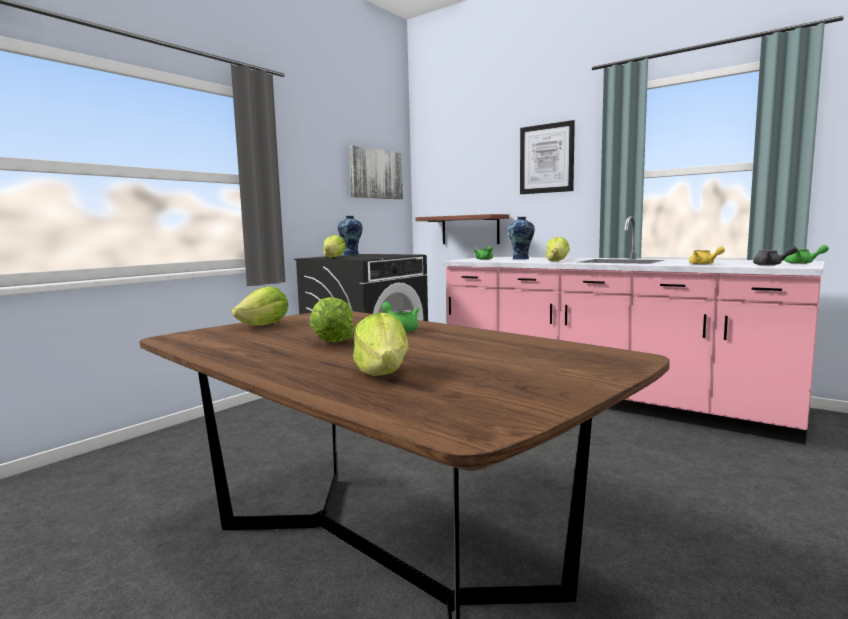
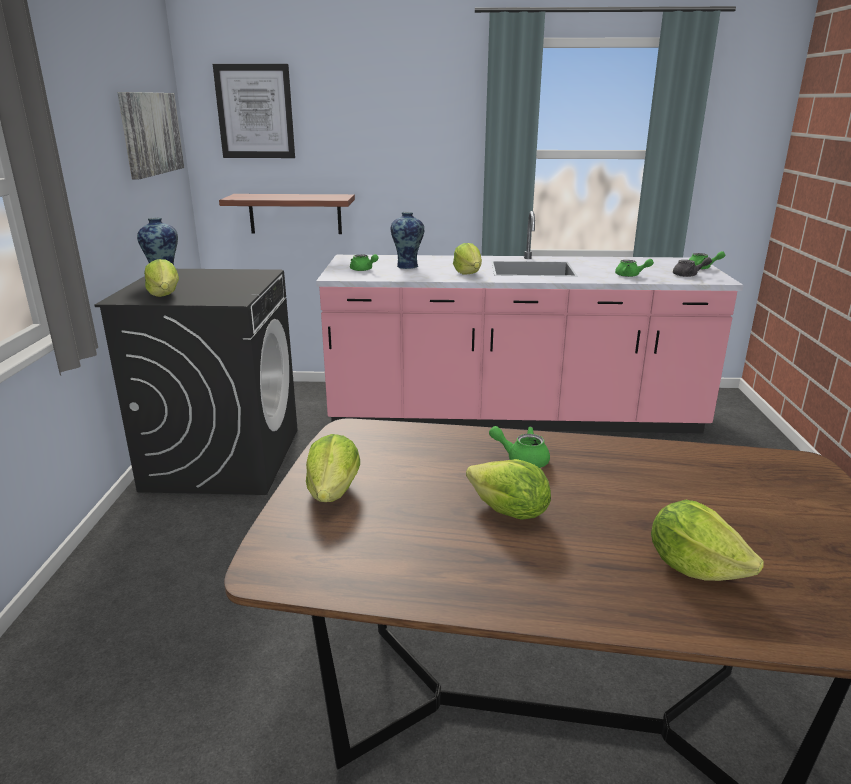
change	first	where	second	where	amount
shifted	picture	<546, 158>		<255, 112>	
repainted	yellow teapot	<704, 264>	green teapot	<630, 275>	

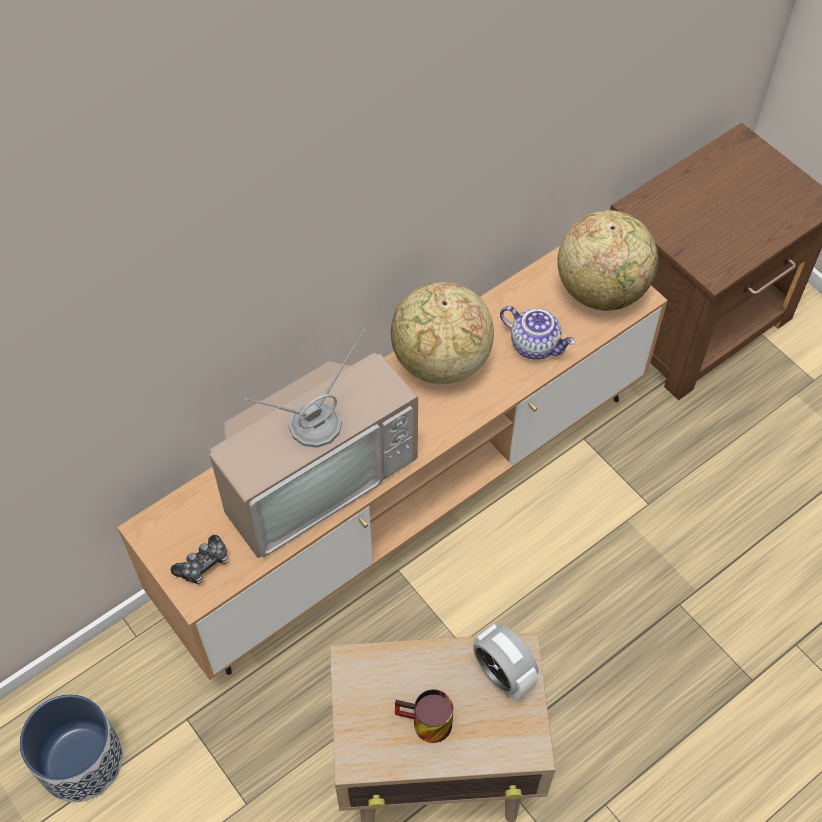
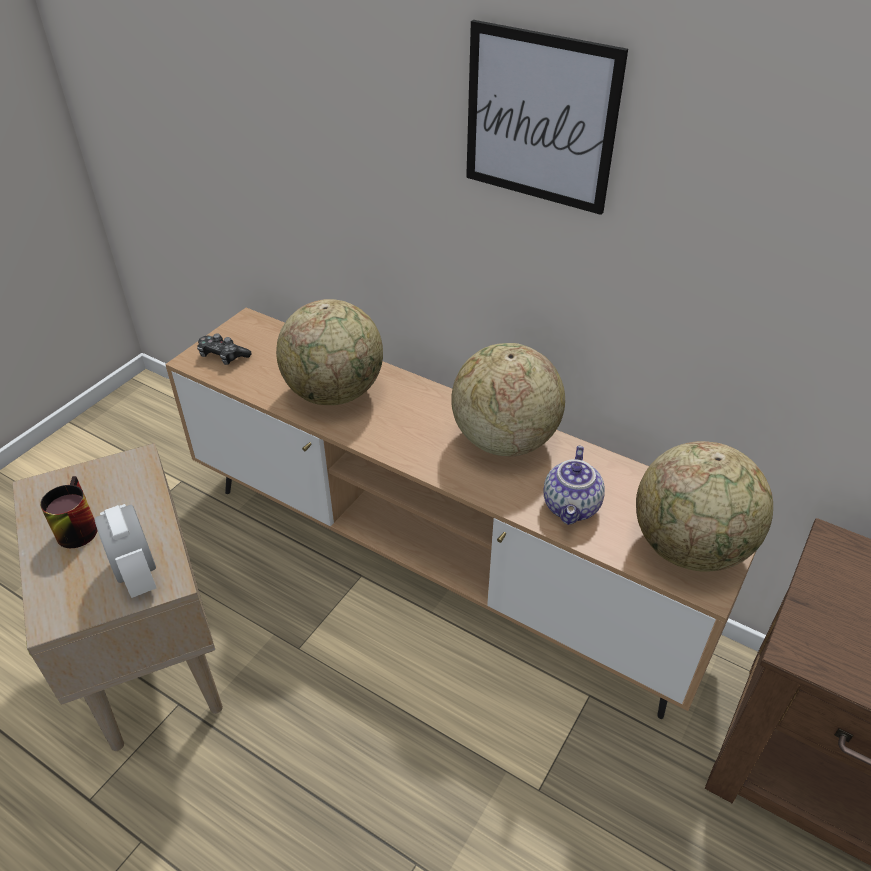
change	first	where	second	where	amount
swapped	television	<316, 474>	globe	<335, 393>	
rotated	alarm clock	<502, 675>		<138, 574>	60 degrees counterclockwise
gone	planter	<80, 760>			
new			picture	<540, 118>	

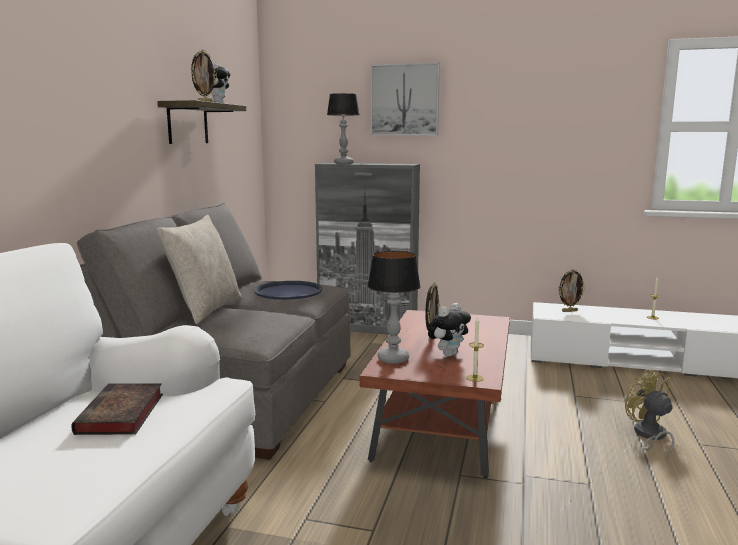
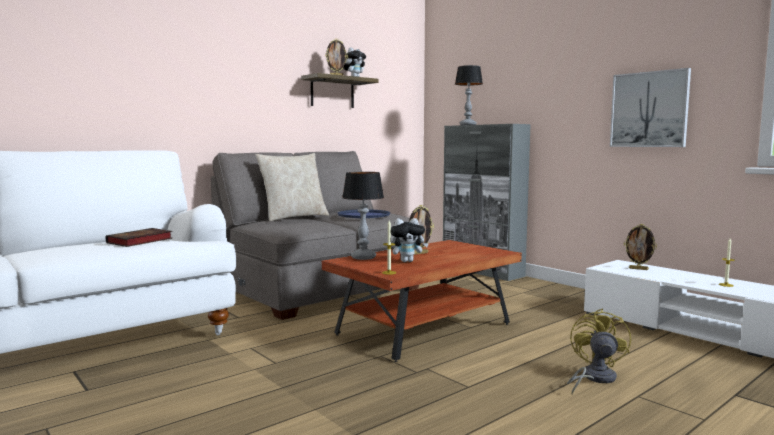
change	first	where	second	where	amount
shifted	picture	<404, 100>		<649, 109>	

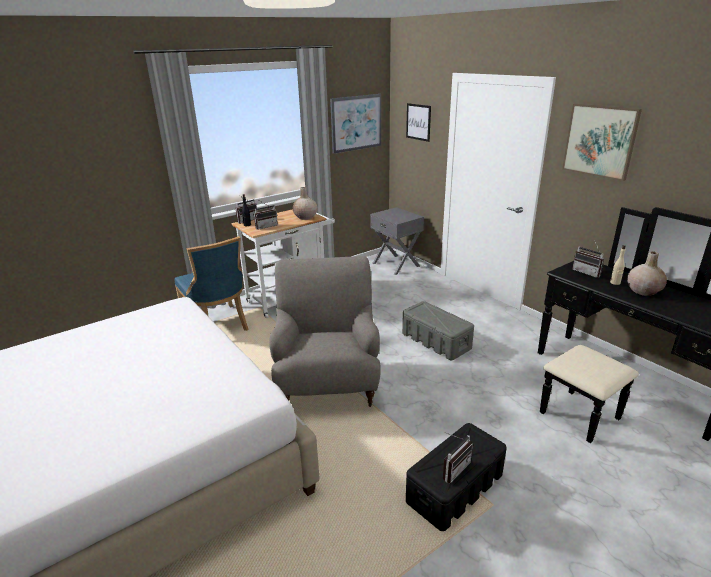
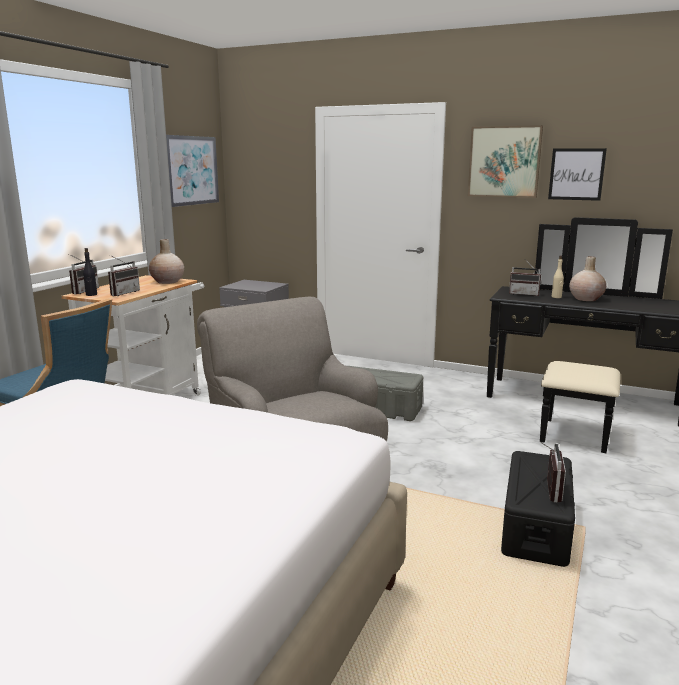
change	first	where	second	where	amount
shifted	picture	<418, 122>		<576, 174>	

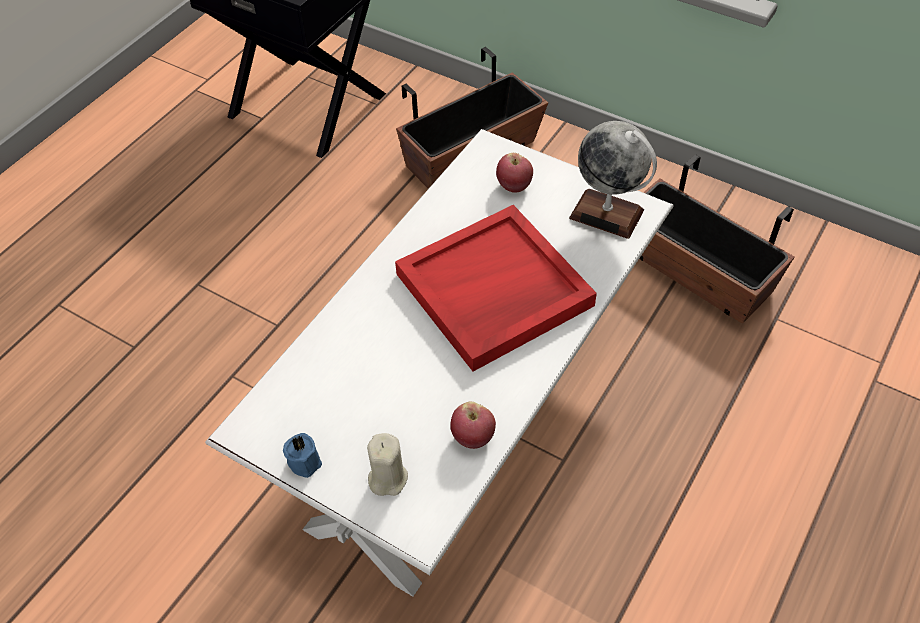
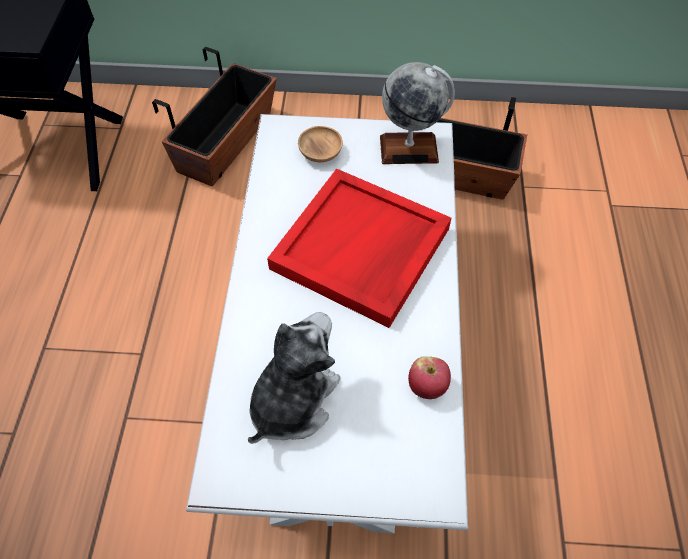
change	first	where	second	where	amount
swapped	apple	<514, 186>	brown bowl	<320, 153>	
gone	blue candle	<305, 461>			
gone	beige candle	<387, 478>			
new			plush toy	<292, 400>	

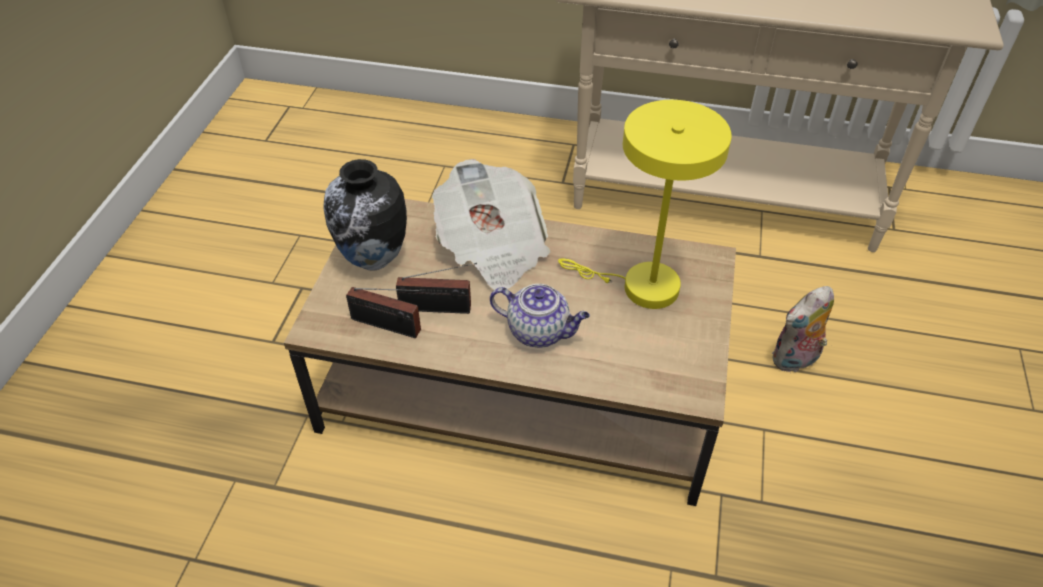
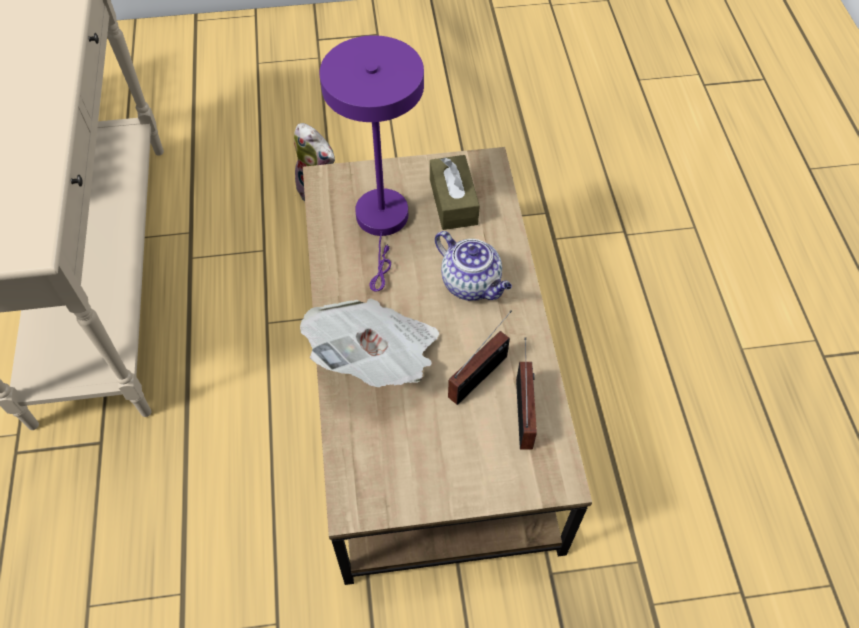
change	first	where	second	where	amount
repainted	yellow table lamp	<640, 286>	purple table lamp	<383, 223>	
gone	vase	<374, 260>			
rotated	radio	<439, 308>		<481, 375>	60 degrees clockwise
rotated	teapot	<539, 331>		<472, 283>	135 degrees clockwise
new			brown tissue box	<453, 201>	

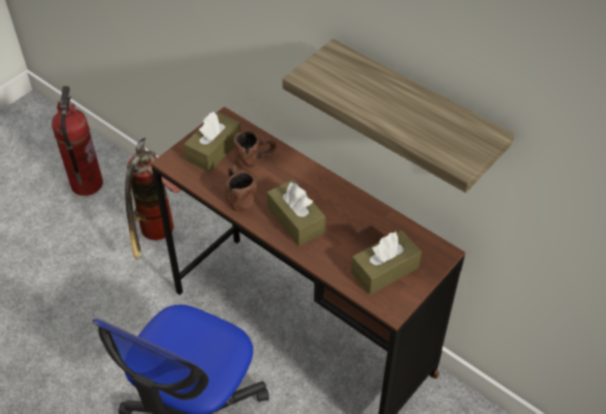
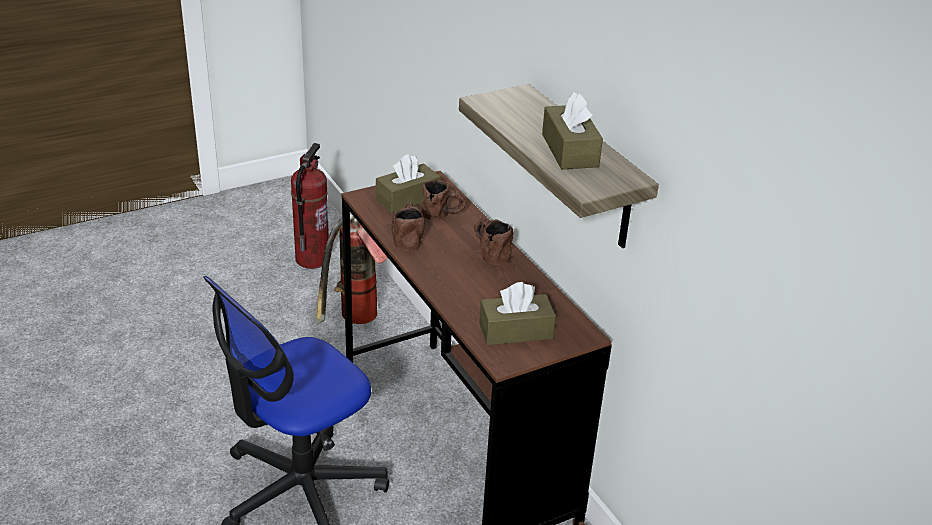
change	first	where	second	where	amount
shifted	brown tissue box	<296, 220>		<570, 150>	
new			brown mug	<489, 253>	

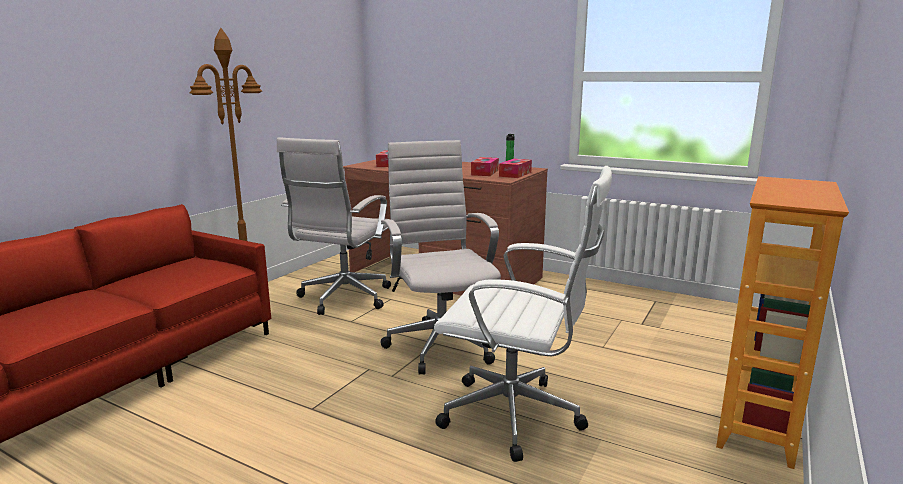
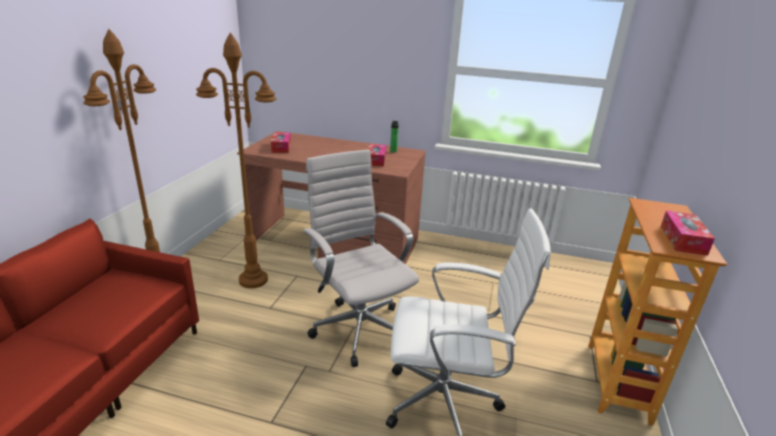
change	first	where	second	where	amount
swapped	white office chair	<343, 299>	brown floor lamp	<253, 280>	
shifted	tissue box	<515, 174>		<682, 240>	

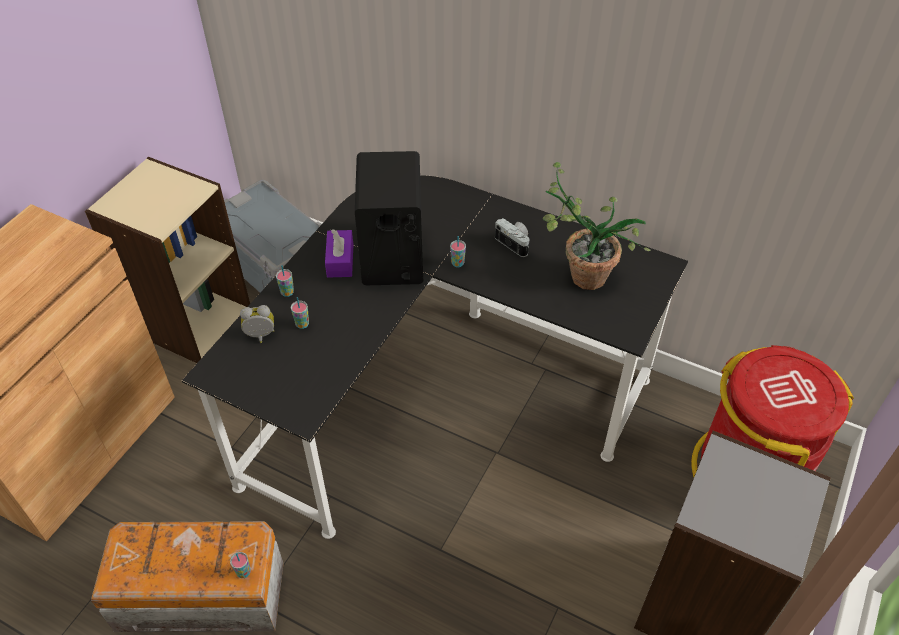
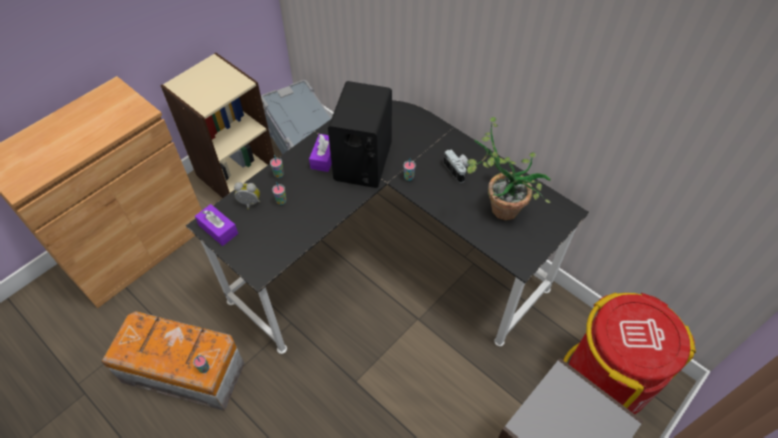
change	first	where	second	where	amount
new			purple tissue box	<218, 229>	

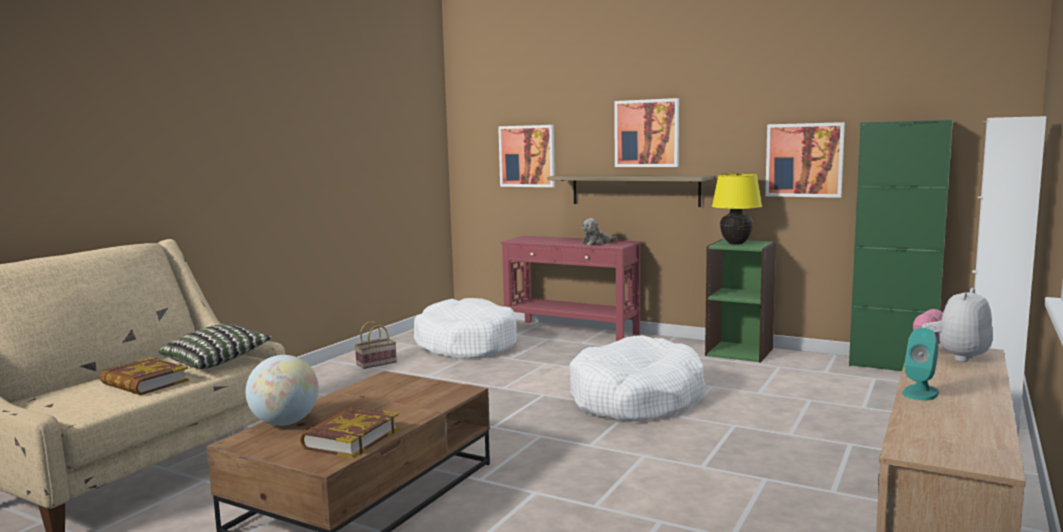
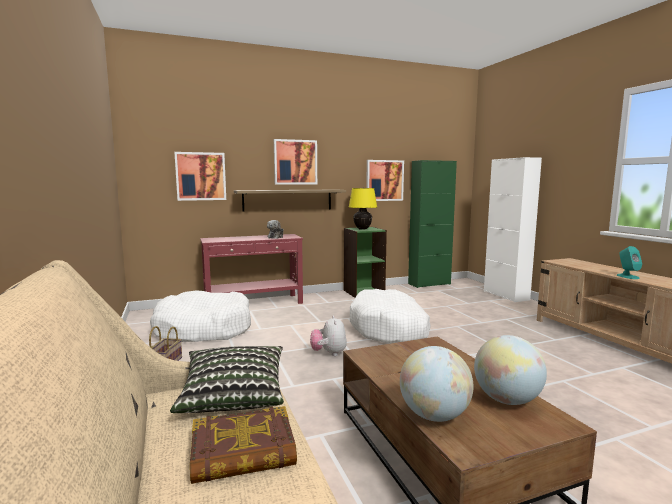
change	first	where	second	where	amount
shifted	plush toy	<952, 357>		<329, 353>	
swapped	book	<351, 438>	globe	<507, 400>	

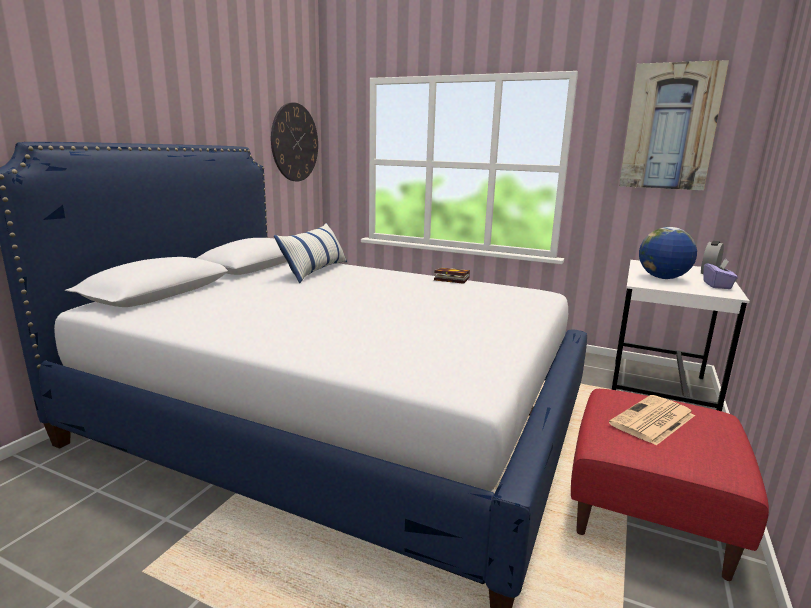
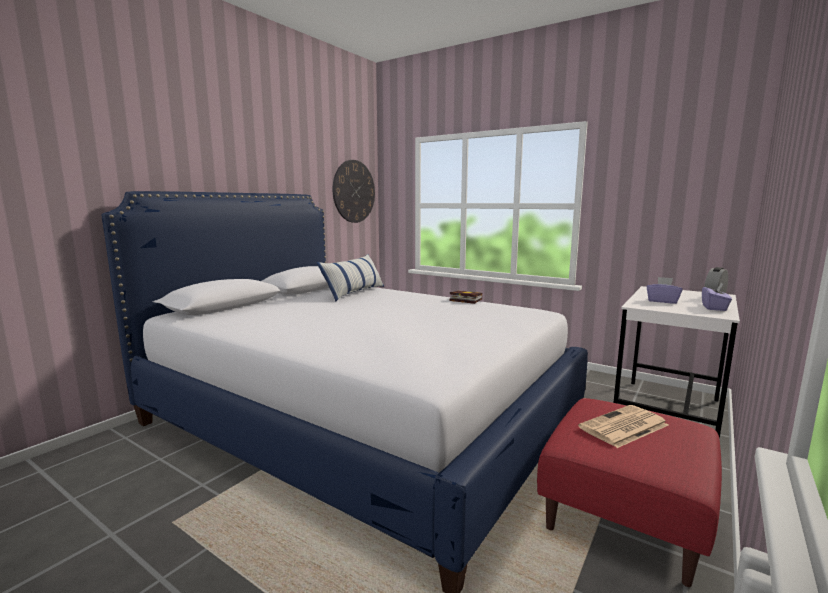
change	first	where	second	where	amount
gone	picture	<670, 127>			
swapped	globe	<663, 278>	purple tissue box	<662, 301>	

